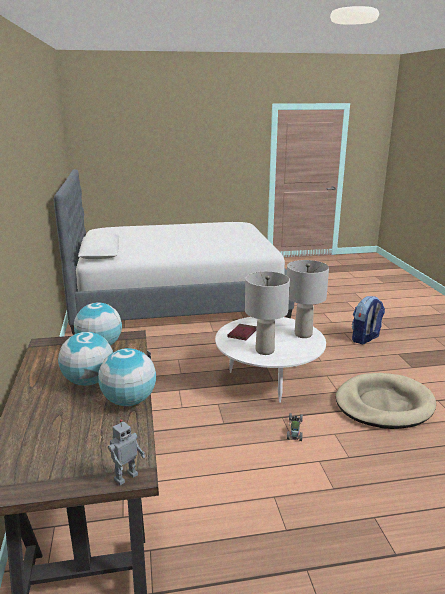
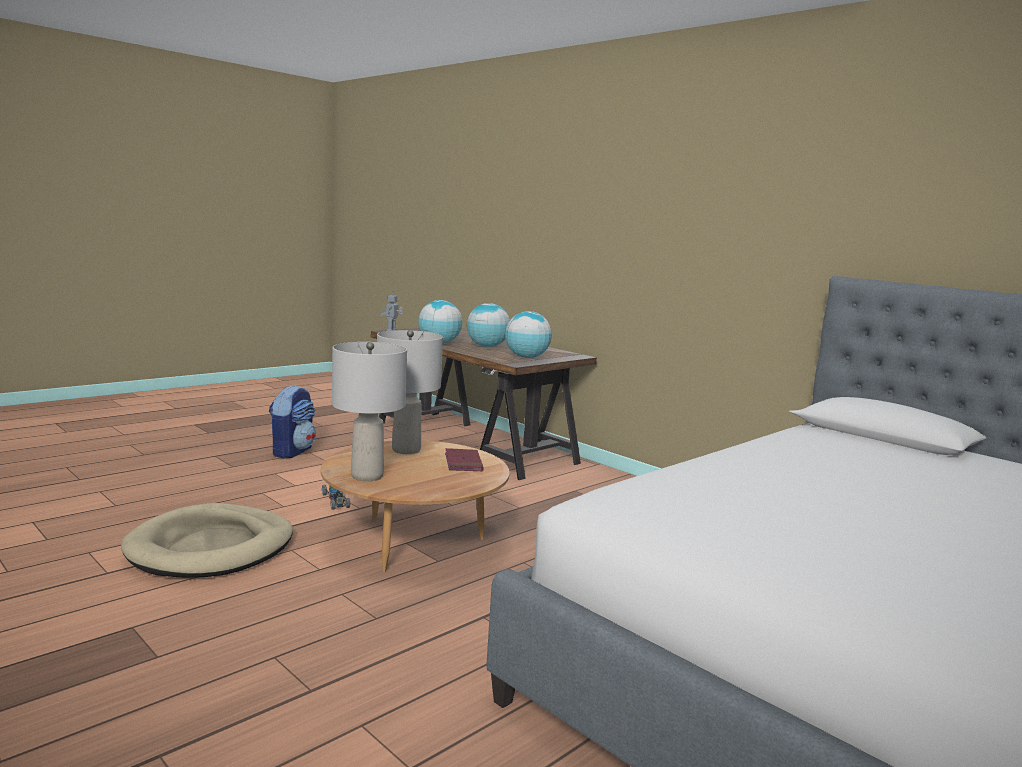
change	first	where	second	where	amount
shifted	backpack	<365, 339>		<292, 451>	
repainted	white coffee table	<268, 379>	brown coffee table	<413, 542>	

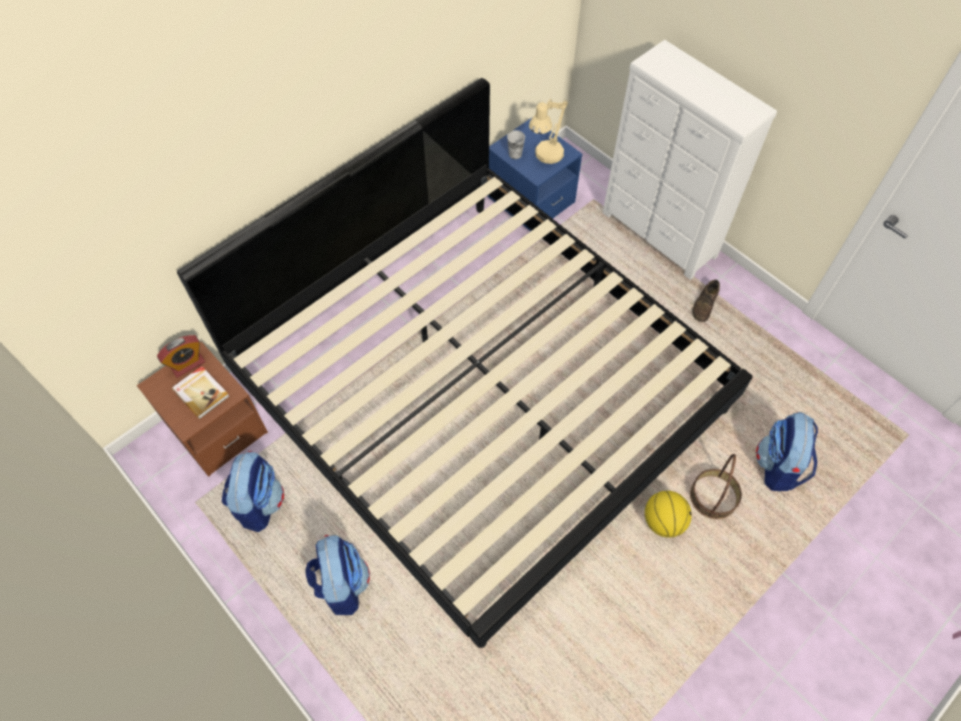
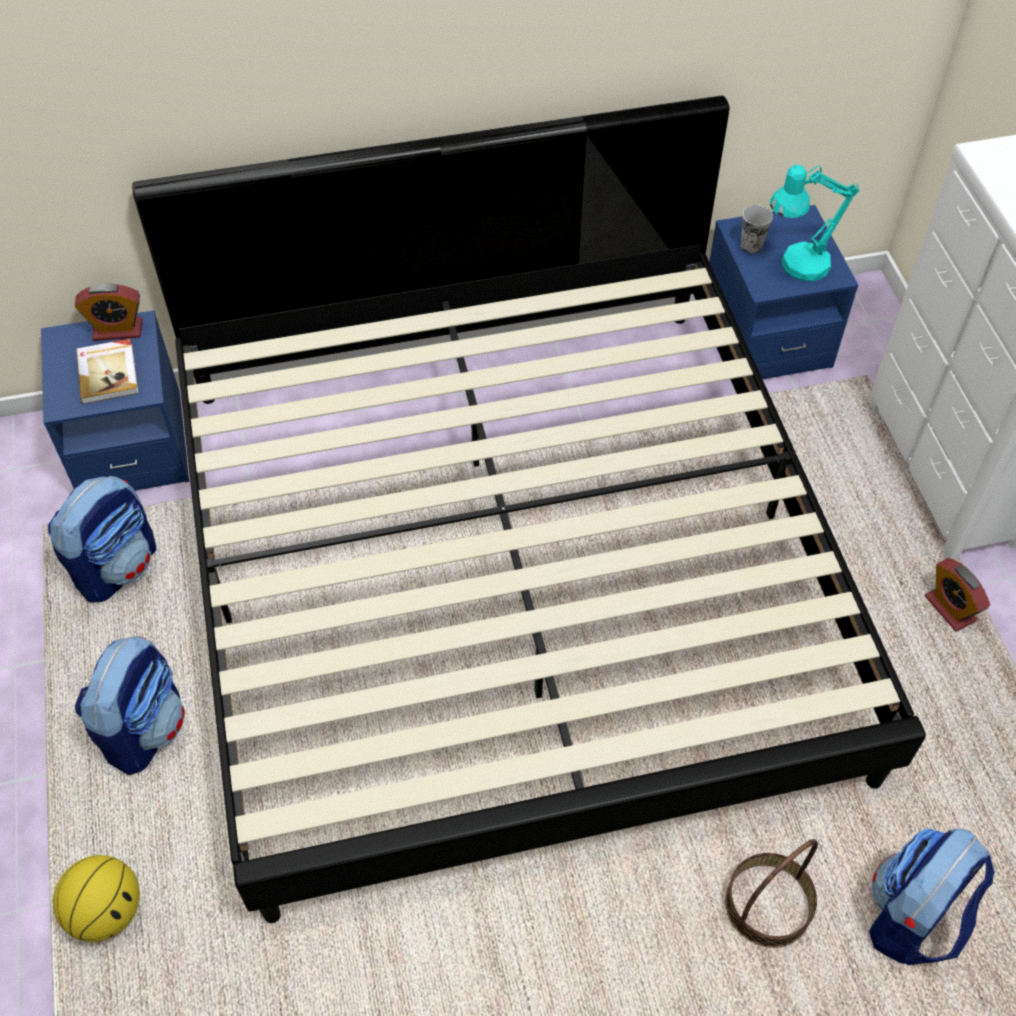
change	first	where	second	where	amount
repainted	beige table lamp	<545, 157>	turquoise table lamp	<796, 267>	
swapped	brown shoe	<704, 305>	alarm clock	<949, 608>	
repainted	brown nightstand	<216, 428>	blue nightstand	<131, 446>	
shifted	basketball	<663, 521>		<107, 911>	

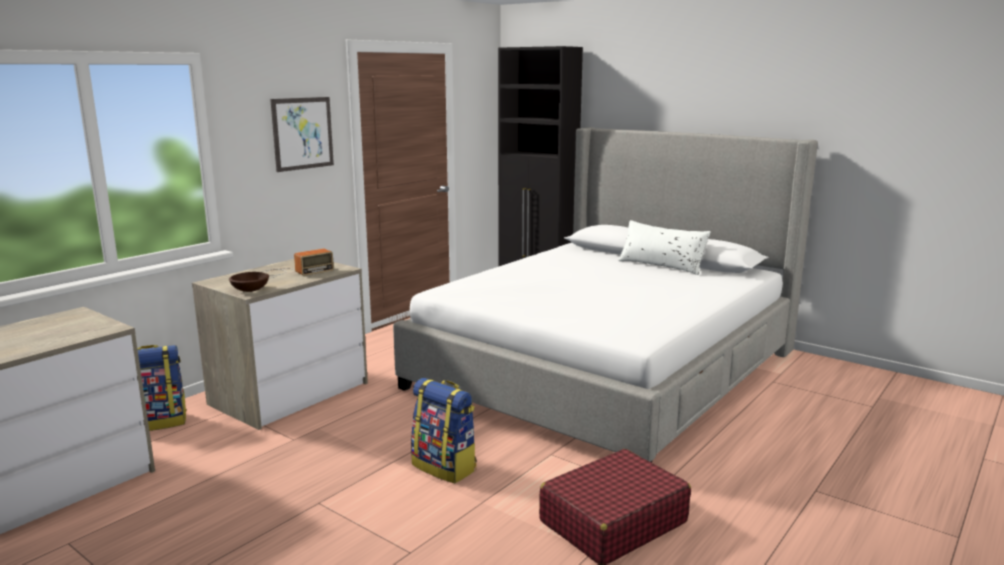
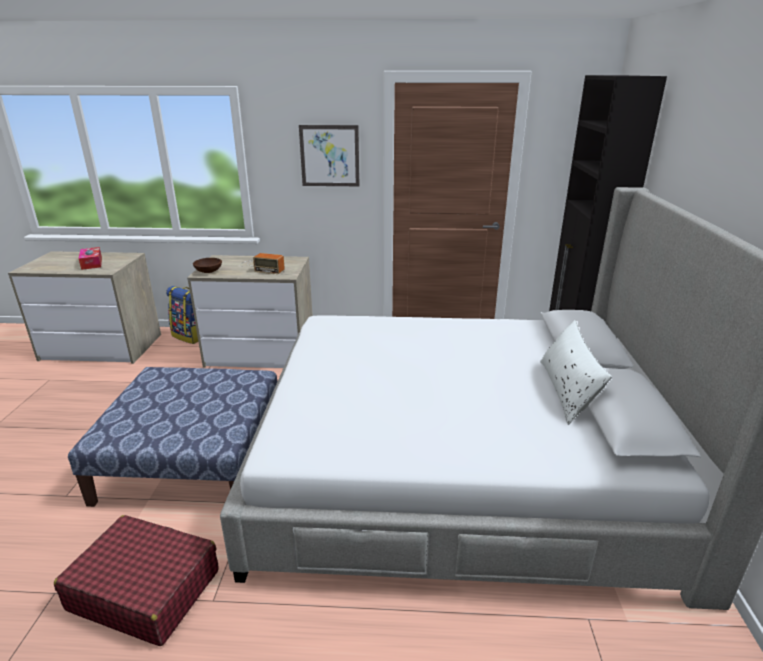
change	first	where	second	where	amount
swapped	backpack	<445, 467>	ottoman	<194, 458>	
new			tissue box	<92, 263>	

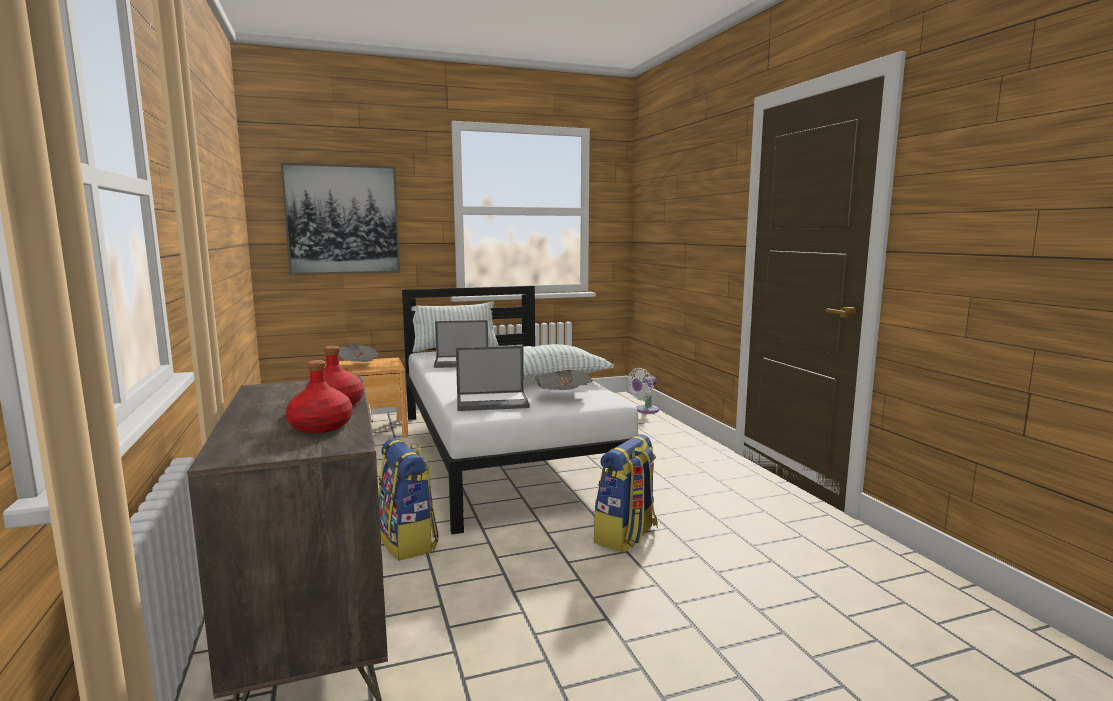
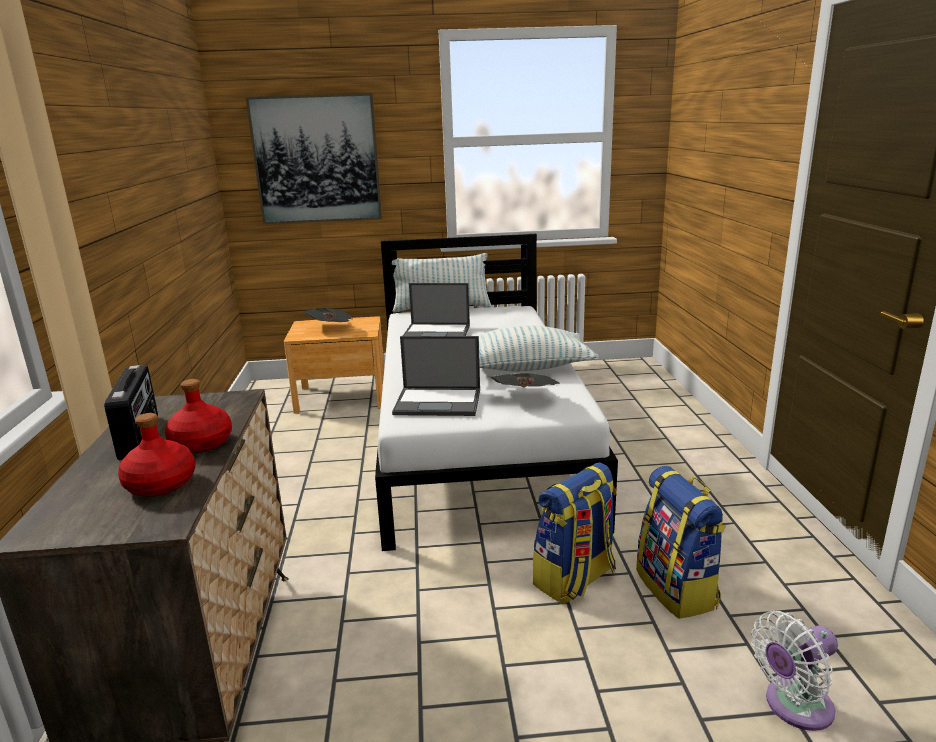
change	first	where	second	where	amount
shifted	white fan	<644, 410>		<793, 707>	
shifted	backpack	<408, 542>		<677, 589>	
new			radio	<141, 437>	

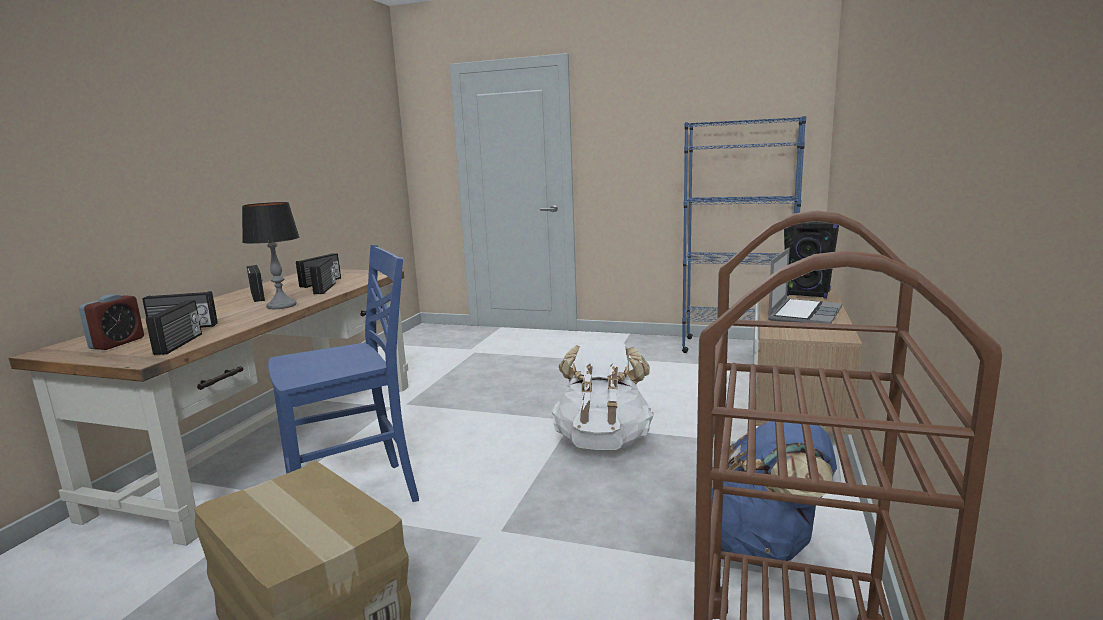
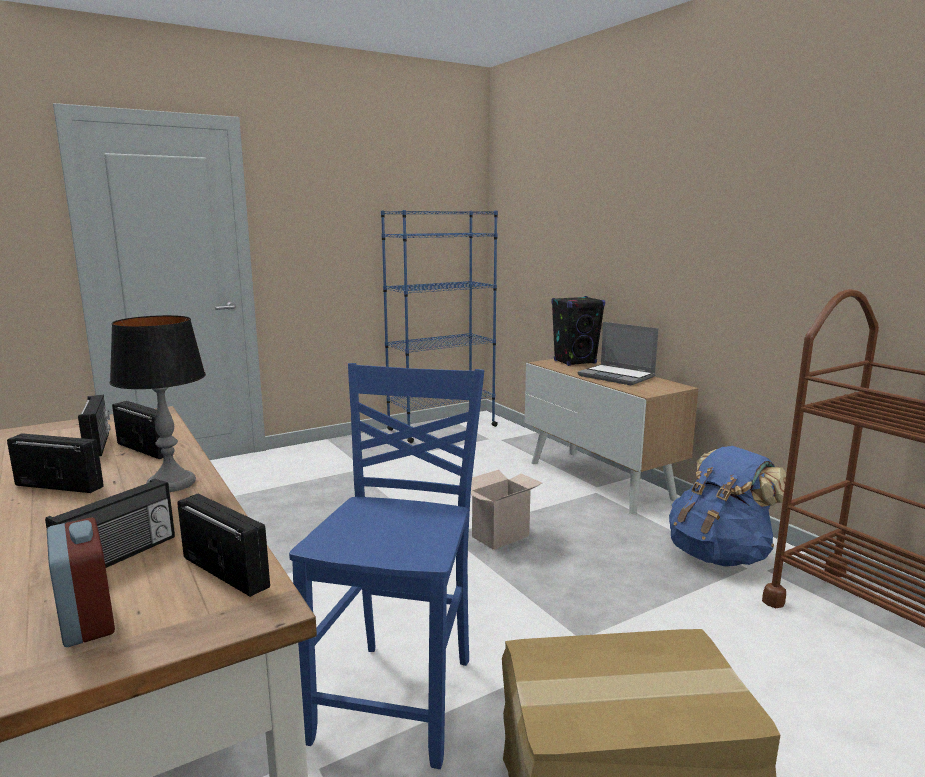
change	first	where	second	where	amount
rotated	laptop	<804, 314>		<617, 376>	150 degrees clockwise
swapped	white backpack	<603, 441>	cardboard box	<500, 535>	

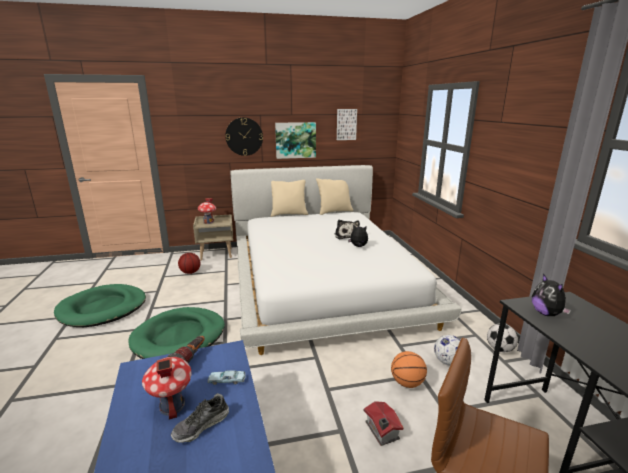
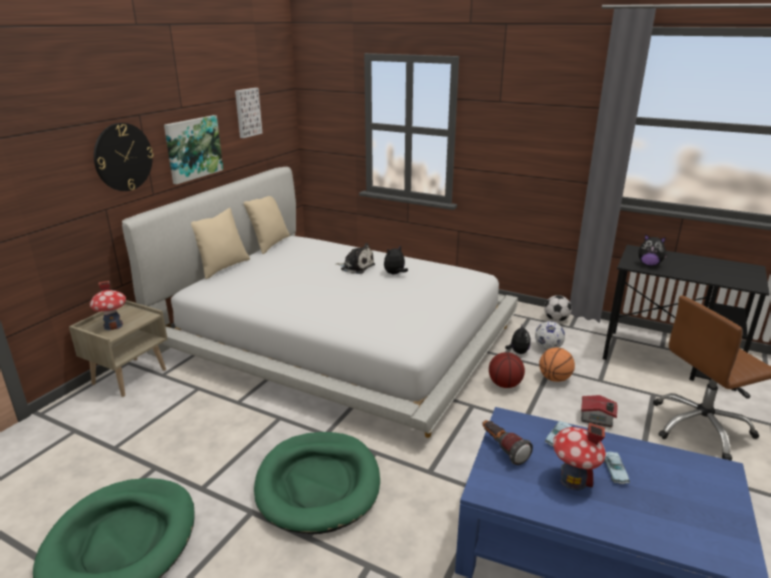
change	first	where	second	where	amount
shifted	basketball	<190, 272>		<505, 384>	
swapped	shoe	<201, 425>	blue toy car	<614, 470>	
new			plush toy	<518, 352>	

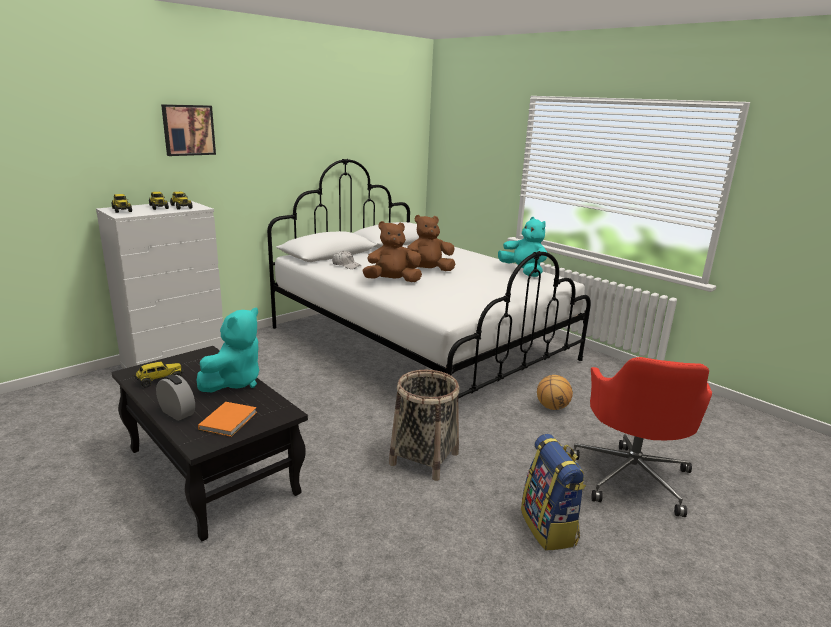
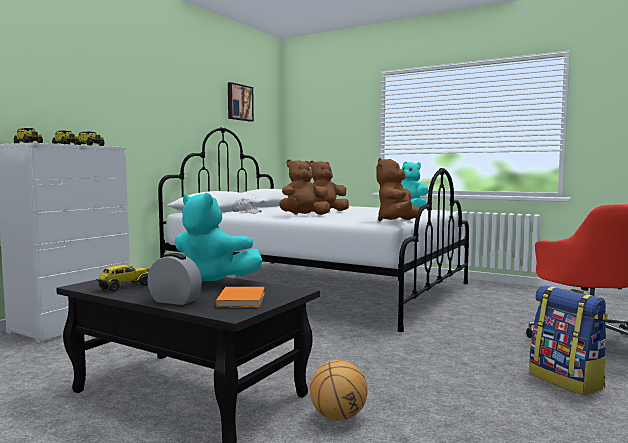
change	first	where	second	where	amount
shifted	picture	<188, 130>		<239, 102>	
rotated	turquoise plush toy	<234, 382>		<212, 281>	105 degrees clockwise
gone	basket	<424, 458>			
shifted	basketball	<552, 407>		<338, 417>	
new			brown plush toy	<397, 222>	

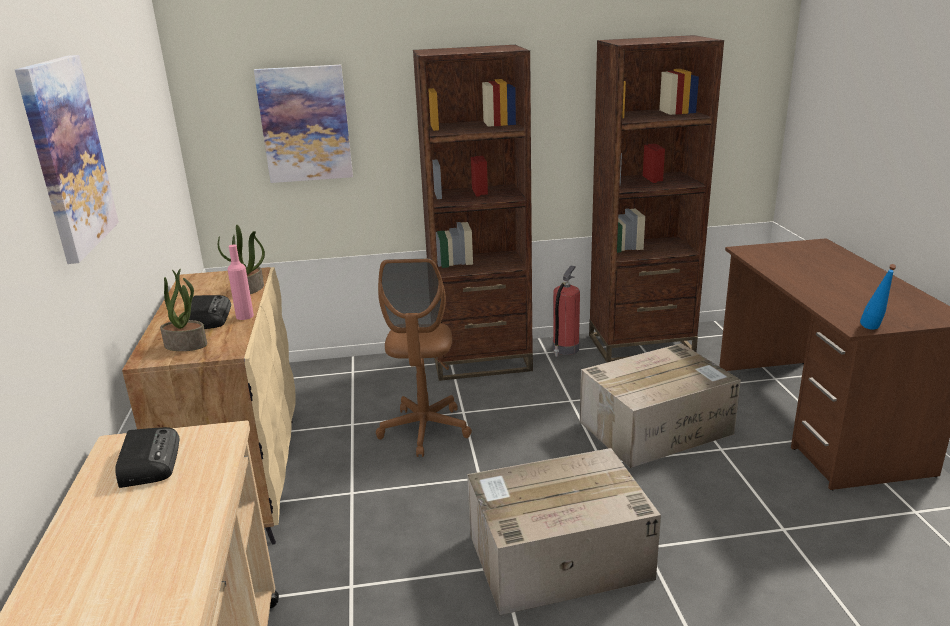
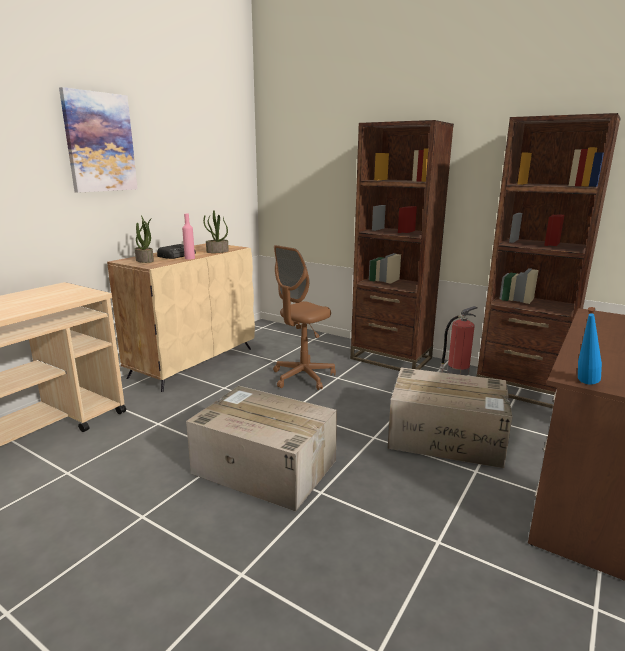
change	first	where	second	where	amount
gone	picture	<305, 124>			
gone	radio	<149, 461>			

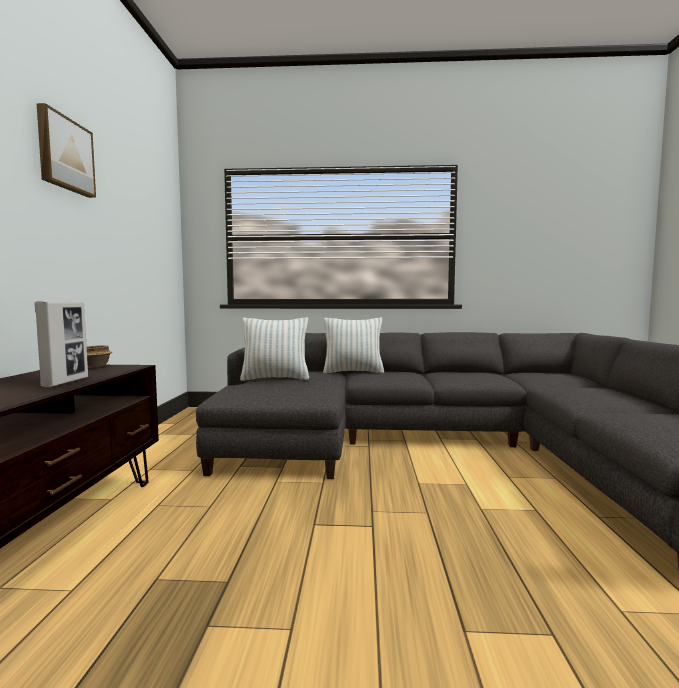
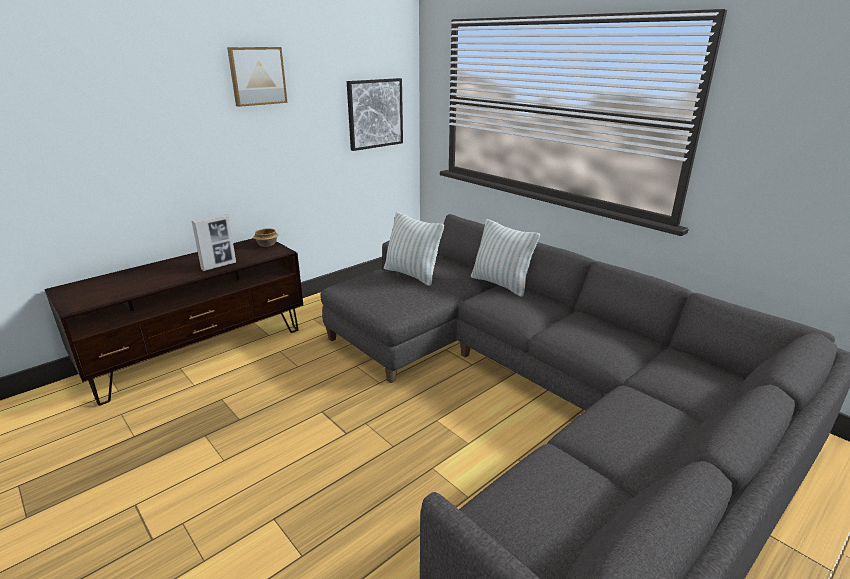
change	first	where	second	where	amount
new			picture	<375, 113>	

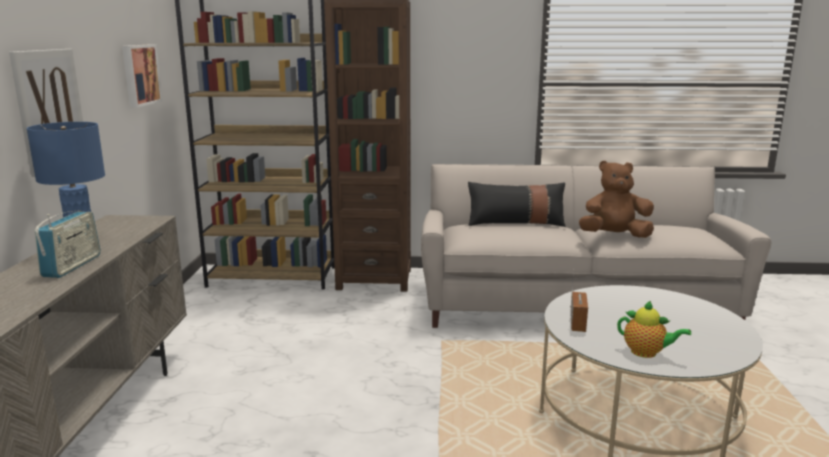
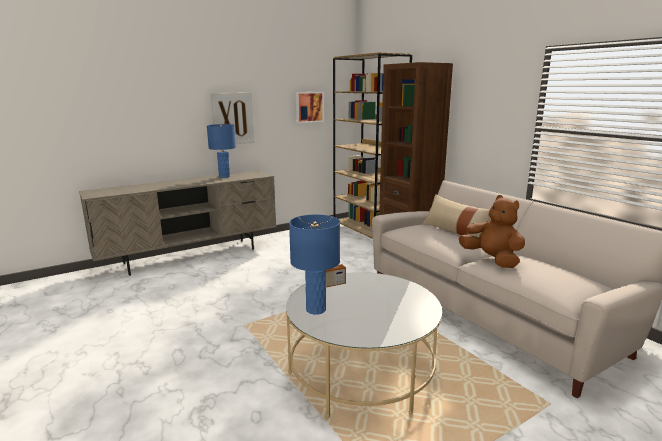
change	first	where	second	where	amount
repainted	black pillow	<515, 223>	beige pillow	<455, 232>	
gone	radio	<72, 266>			
swapped	teapot	<646, 353>	blue table lamp	<315, 309>	

